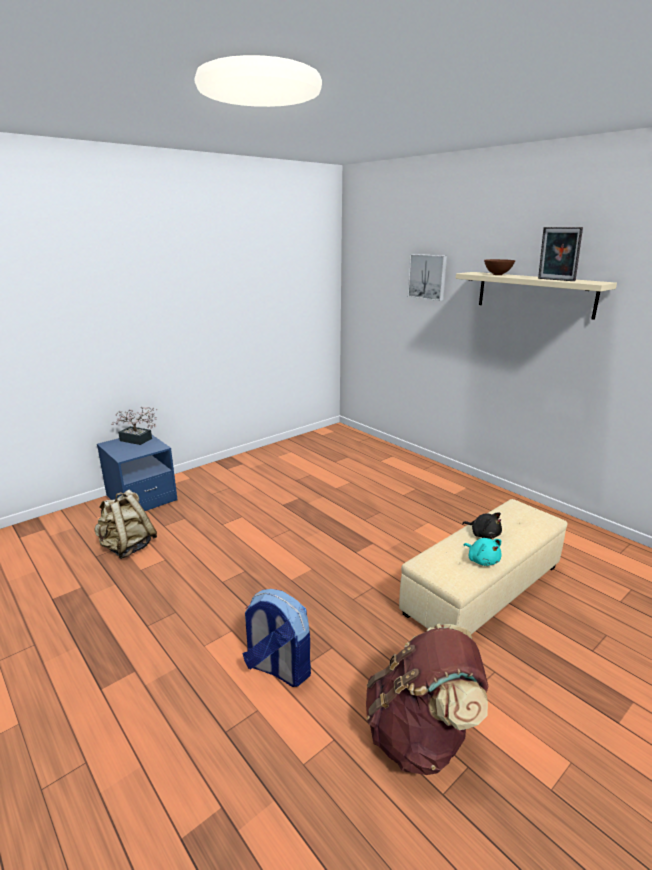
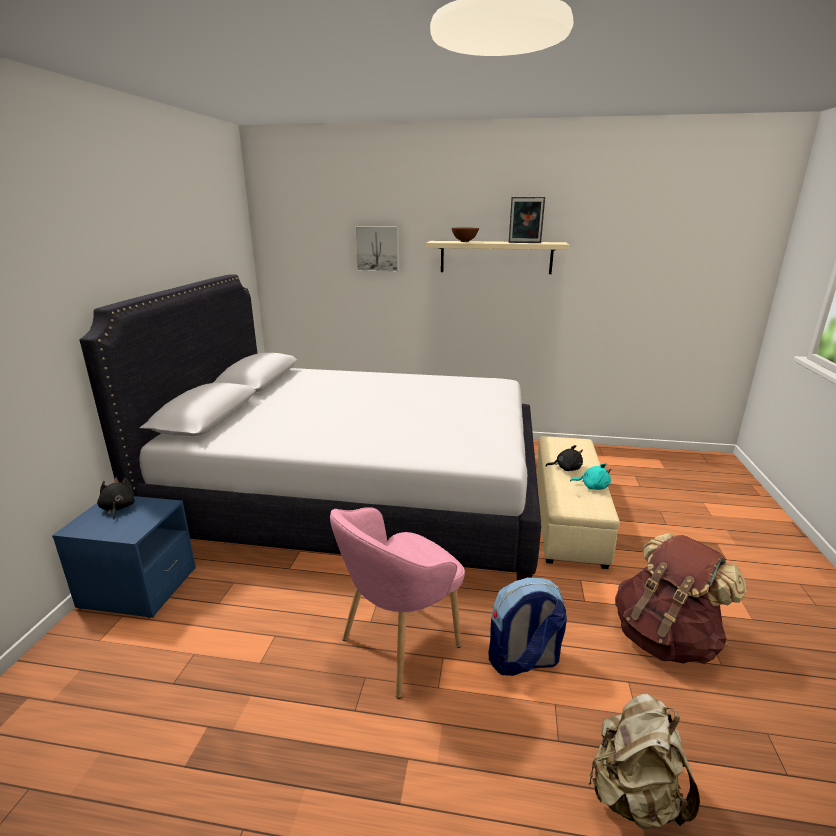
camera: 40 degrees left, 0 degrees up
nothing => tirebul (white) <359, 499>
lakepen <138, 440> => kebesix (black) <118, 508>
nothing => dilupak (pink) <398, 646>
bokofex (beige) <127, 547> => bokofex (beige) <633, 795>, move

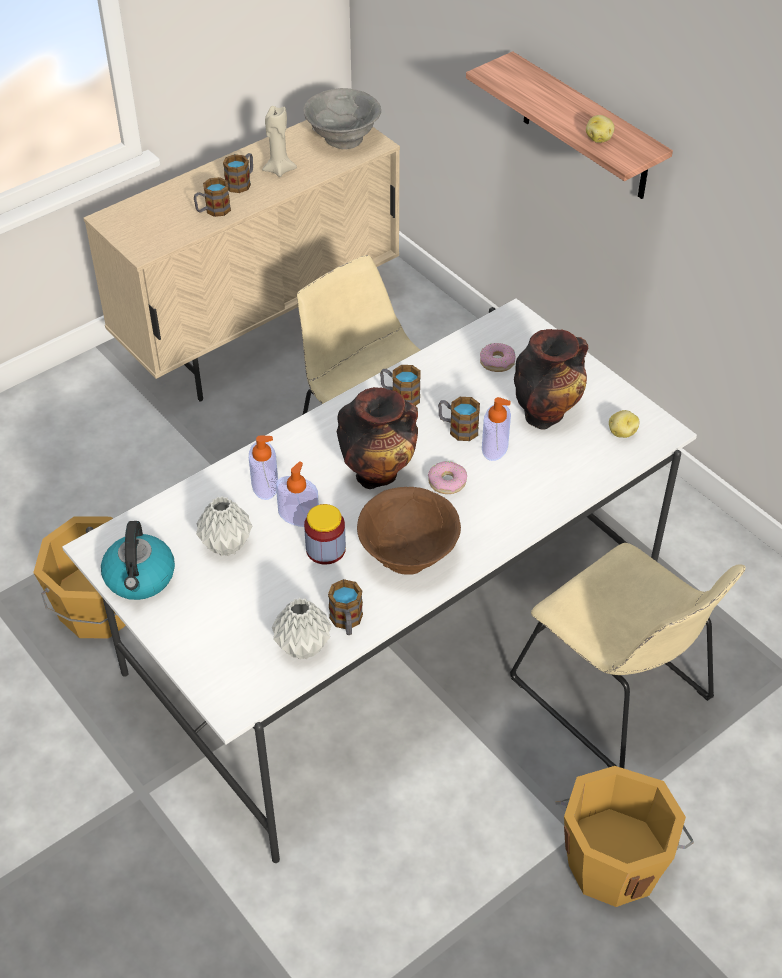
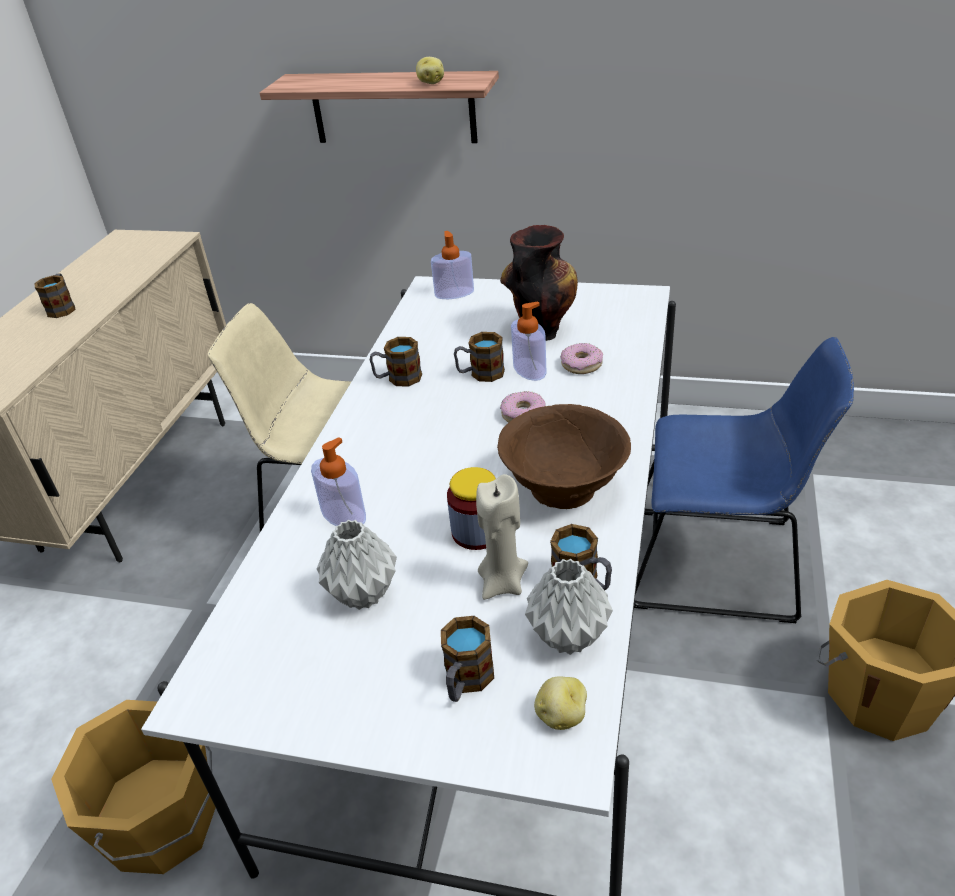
camera: 35 degrees left, 10 degrees down
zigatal <298, 516> => zigatal <454, 293>, move
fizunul <213, 210> => fizunul <466, 681>, move
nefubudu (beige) <279, 170> => nefubudu (beige) <502, 583>, move
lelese <621, 432> => lelese <561, 715>, move
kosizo <497, 362> => kosizo <581, 364>, move
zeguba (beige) <616, 695> => zeguba (blue) <721, 564>
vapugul <140, 578> => nothing
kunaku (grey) <343, 139> => nothing
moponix <379, 473> => nothing

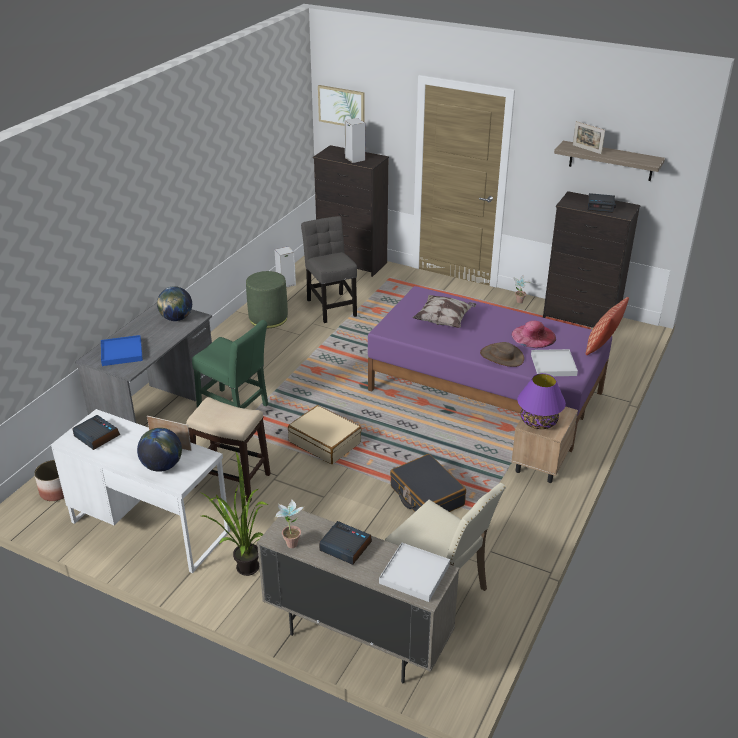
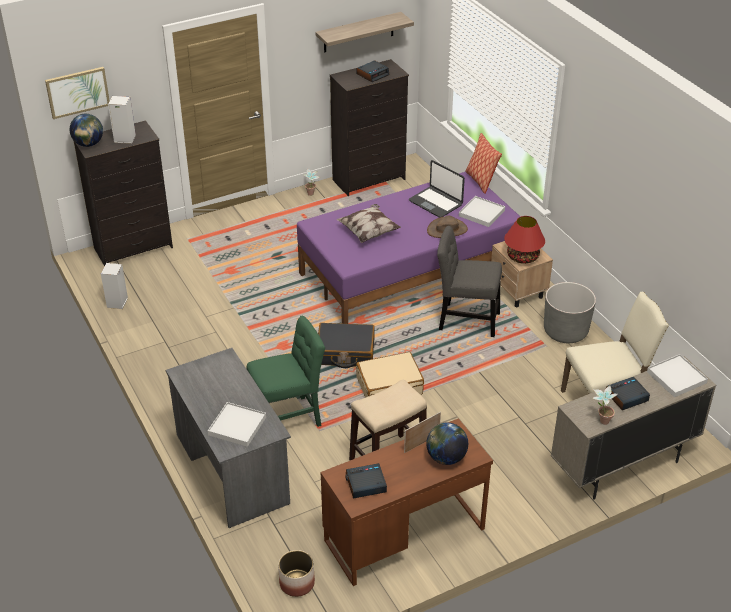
camera: 55 degrees left, 5 degrees up
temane <176, 318> => temane <88, 144>, move
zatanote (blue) <122, 352> => zatanote (white) <237, 426>
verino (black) <426, 496> => verino (black) <345, 352>, move
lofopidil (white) <150, 526> => lofopidil (brown) <404, 534>
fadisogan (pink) <533, 336> => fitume <436, 202>
zeguba (grey) <331, 306> => zeguba (grey) <465, 320>, move
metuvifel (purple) <539, 422> => metuvifel (red) <523, 257>
nothing => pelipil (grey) <565, 331>
lakepen <242, 570> => nothing
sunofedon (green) <268, 318> => nothing
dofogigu <586, 149> => nothing

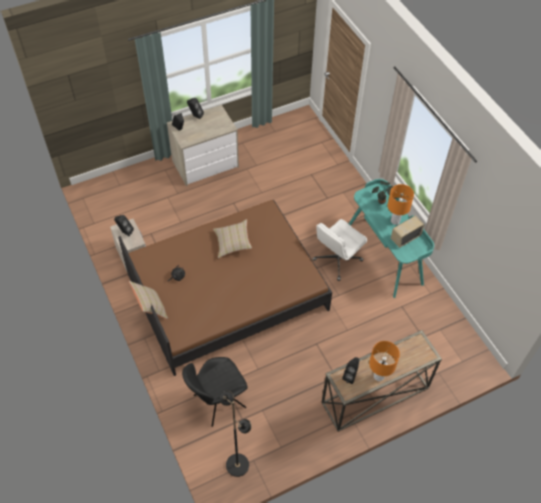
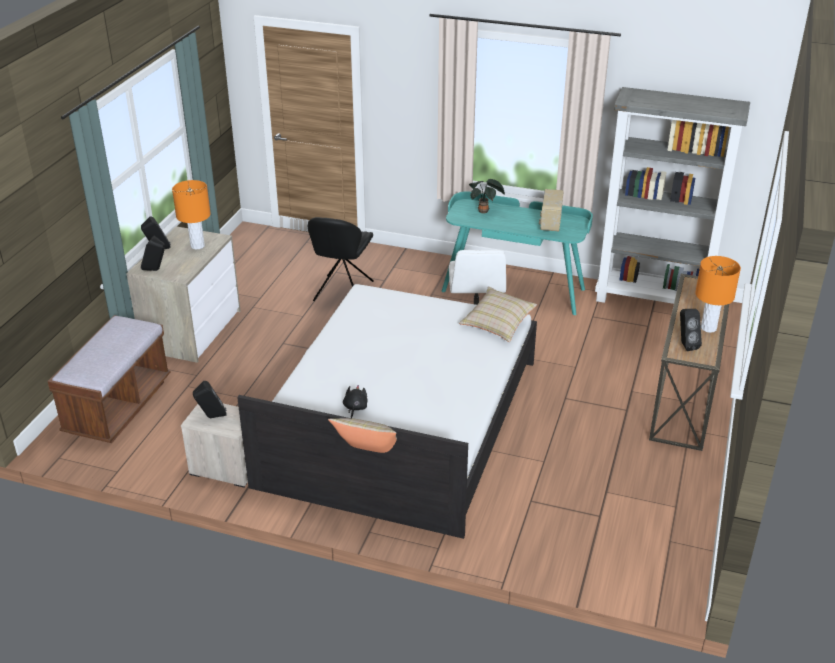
camera: 45 degrees left, 20 degrees down
nothing => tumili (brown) <118, 407>
metuvifel (orange) <395, 221> => metuvifel (orange) <197, 246>, move
tirebul (brown) <227, 292> => tirebul (white) <402, 421>
zeguba (black) <217, 402> => zeguba (black) <342, 292>, move
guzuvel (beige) <232, 243> => guzuvel (beige) <497, 324>, move
nothing => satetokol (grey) <653, 300>
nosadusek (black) <237, 464> => nothing

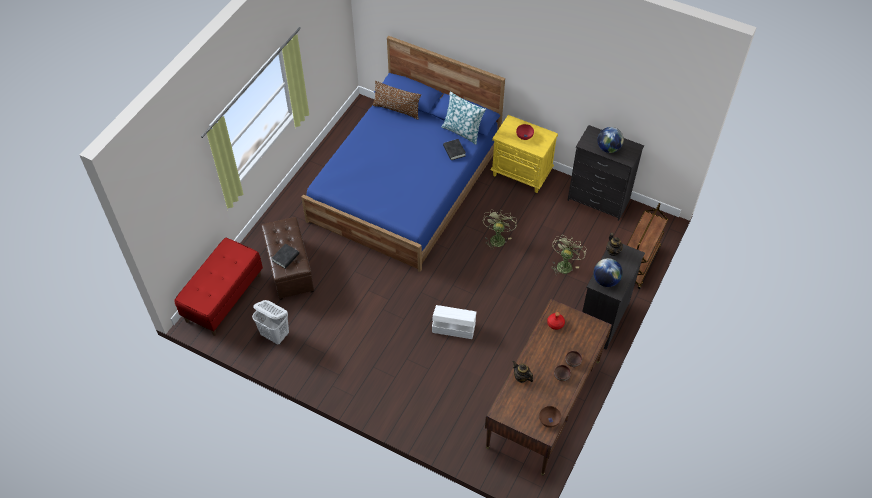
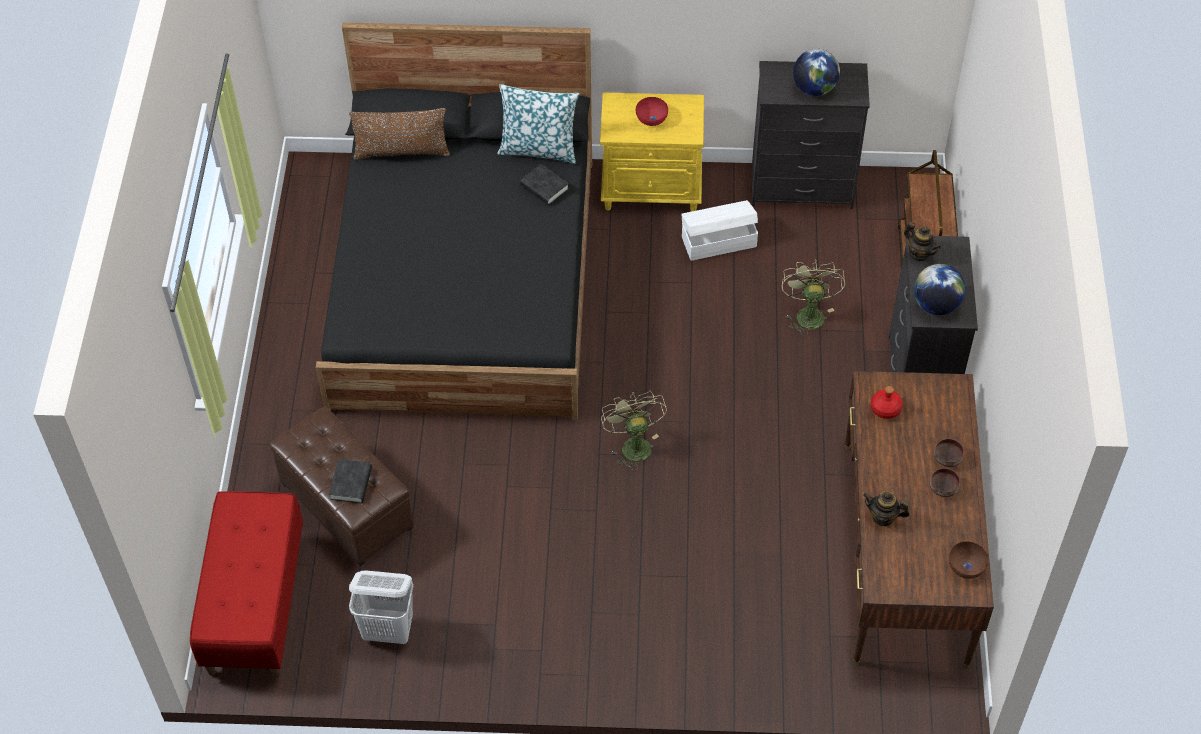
camera: 25 degrees left, 0 degrees up
tirebul (blue) <406, 185> => tirebul (black) <466, 281>
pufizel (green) <497, 238> => pufizel (green) <633, 444>, move
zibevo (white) <453, 327> => zibevo (white) <718, 241>, move

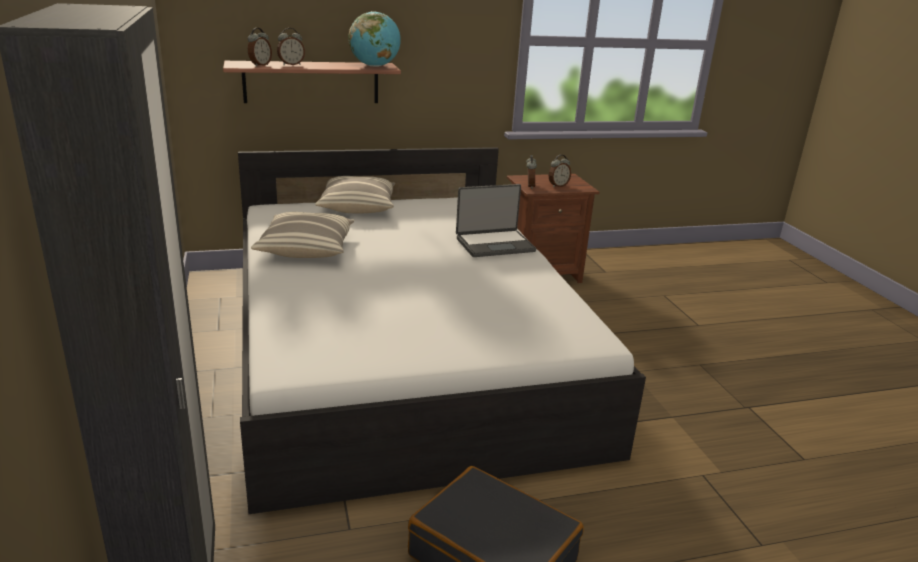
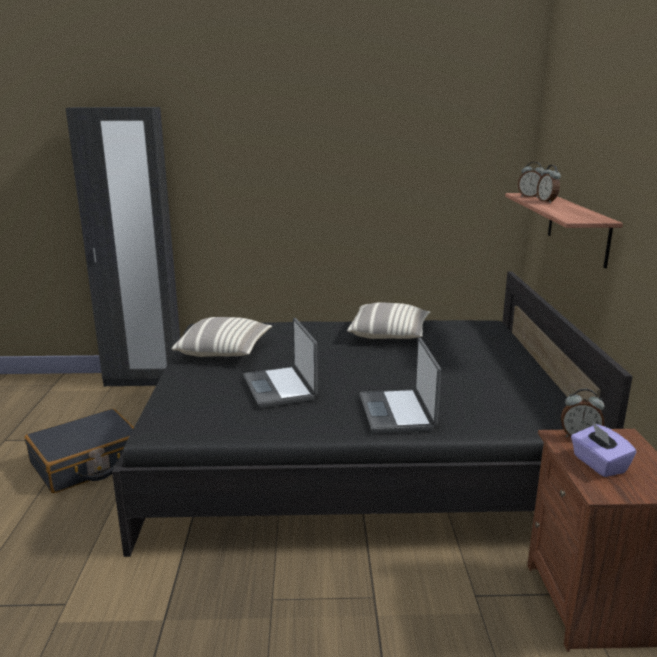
camera: 105 degrees right, 5 degrees down
tirebul (white) <402, 353> => tirebul (black) <353, 454>
guzuvel <357, 207> => guzuvel <224, 351>, move
nothing => fitume <281, 388>
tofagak <558, 186> => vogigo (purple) <598, 464>
temane <374, 66> => nothing

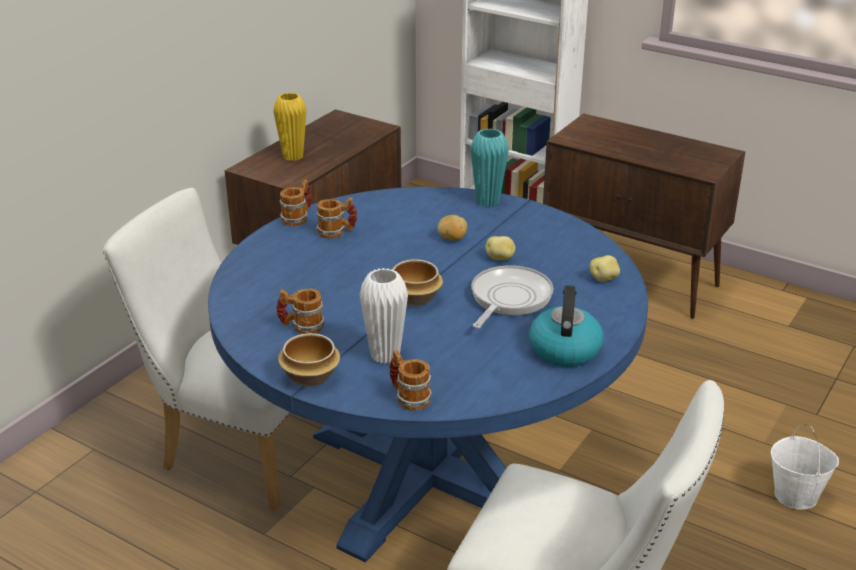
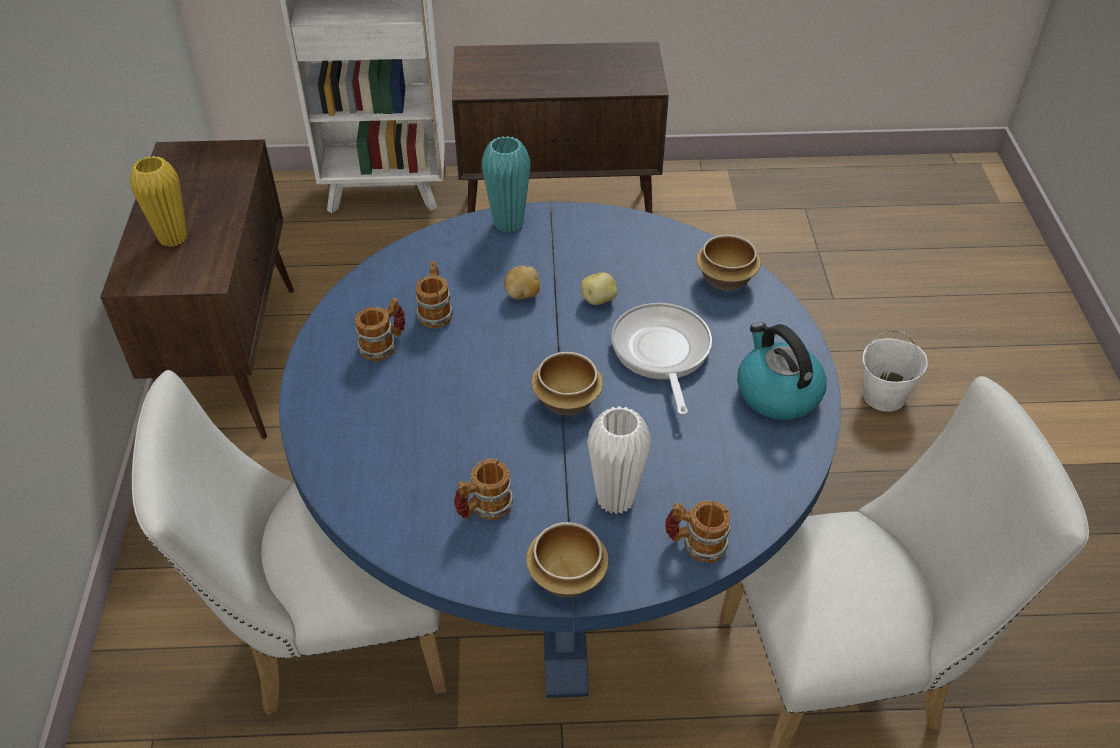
camera: 35 degrees left, 15 degrees up
fizunul <298, 218> => fizunul <435, 311>, move
lelese <604, 279> => kunaku <724, 279>

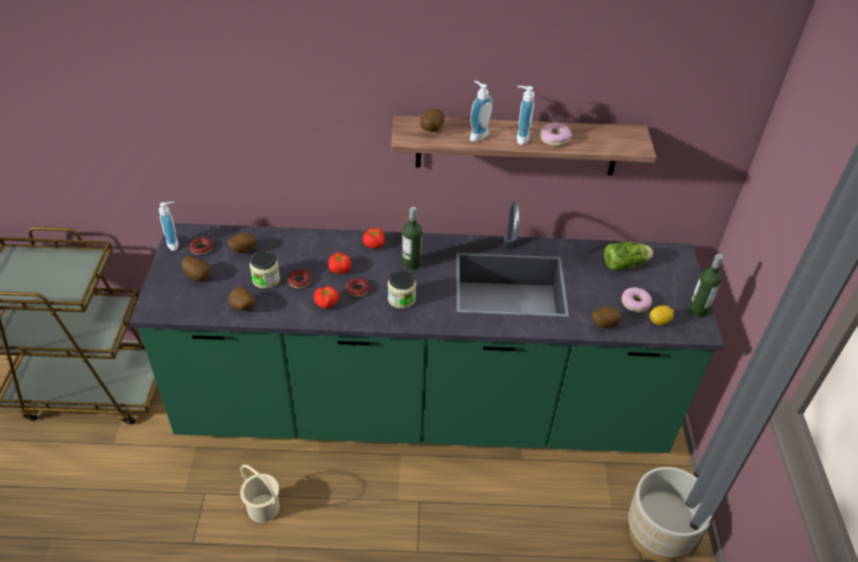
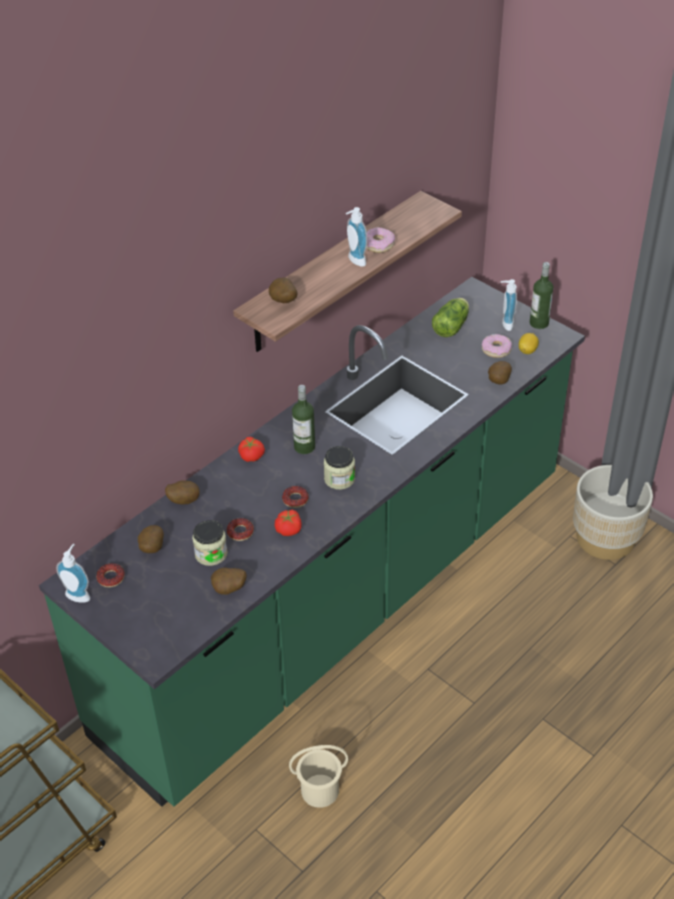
camera: 45 degrees left, 0 degrees up
lelese <199, 276> => lelese <183, 500>, move
zigatal <477, 135> => zigatal <505, 324>, move
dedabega <340, 269> => nothing

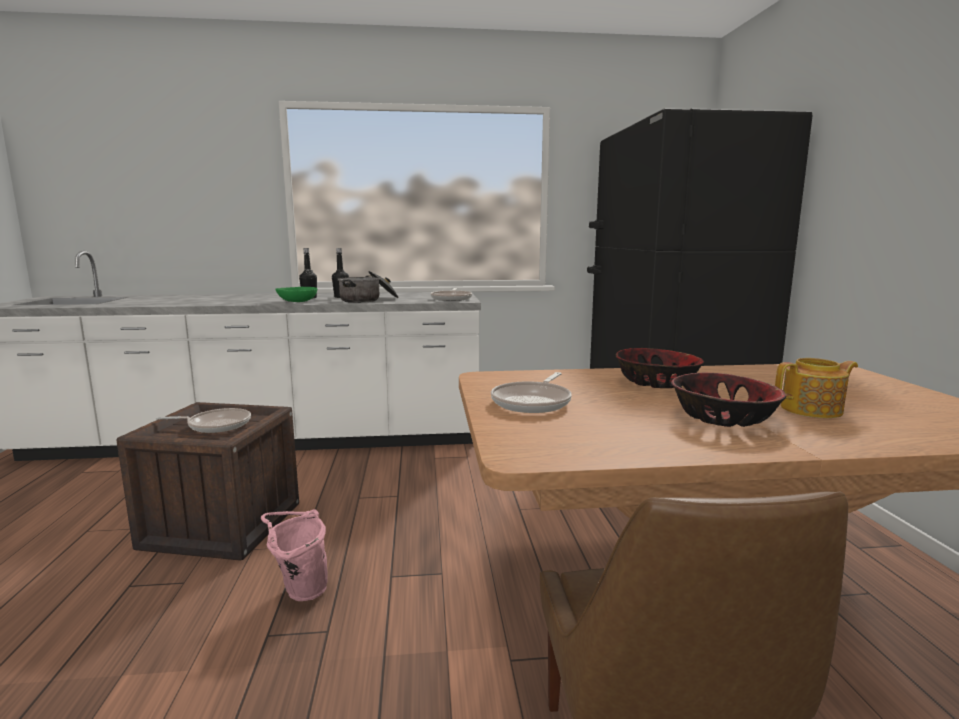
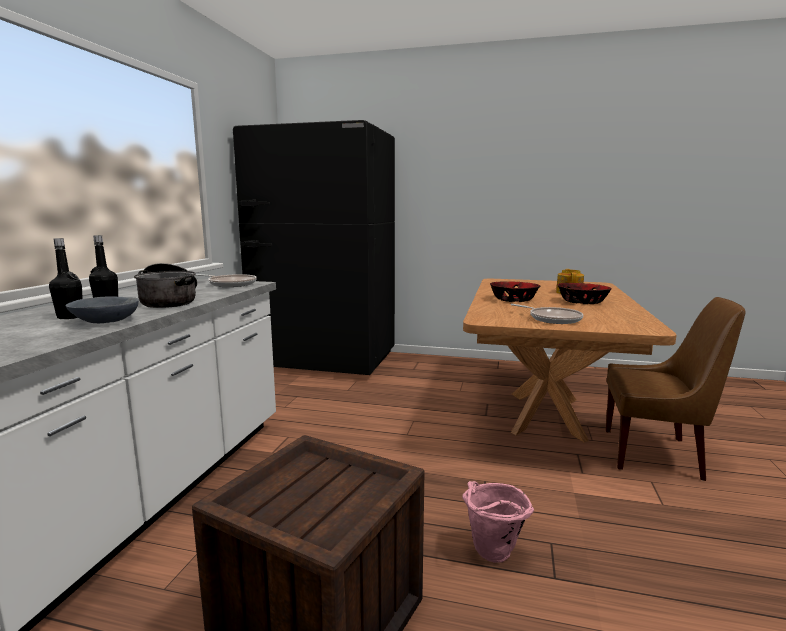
camera: 70 degrees left, 0 degrees up
kunaku (green) <297, 301> => kunaku (grey) <104, 321>
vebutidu <216, 425> => nothing

